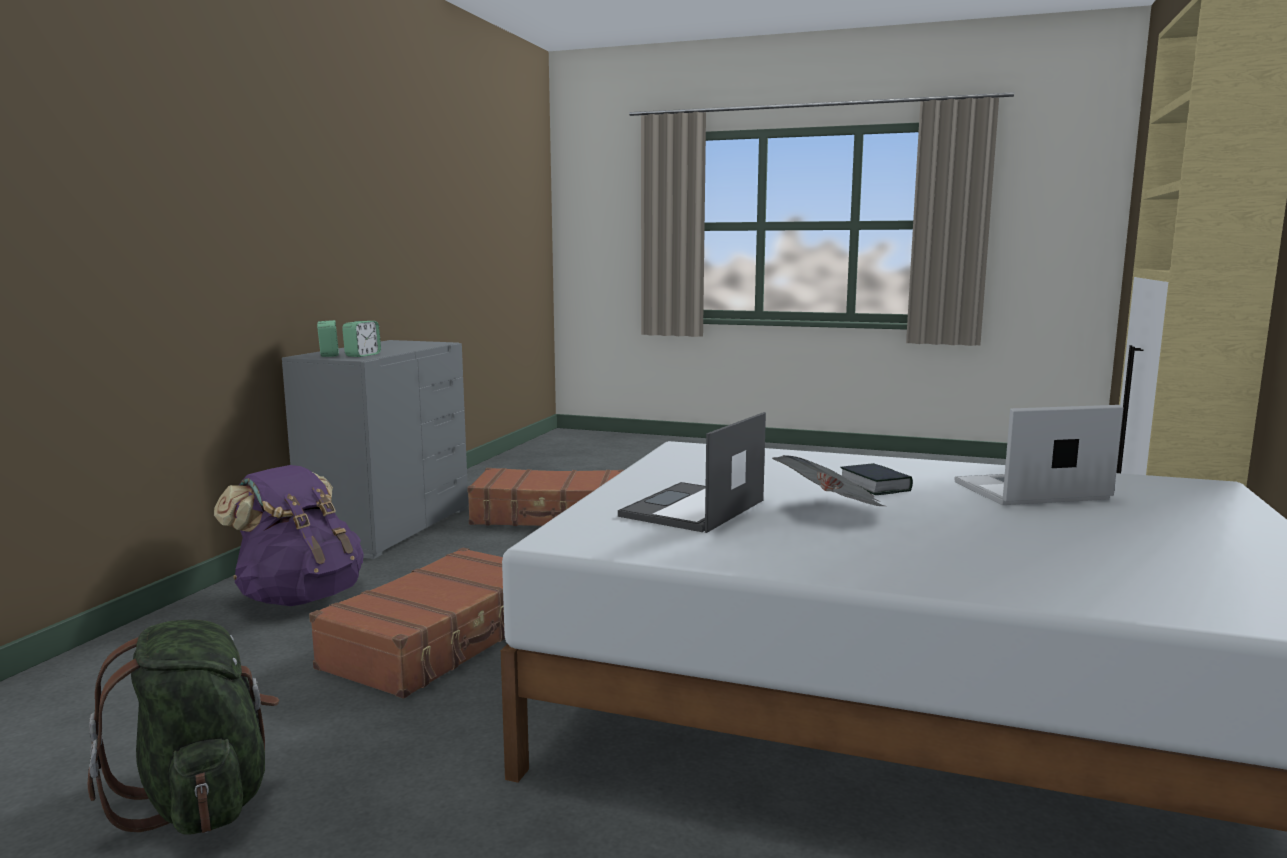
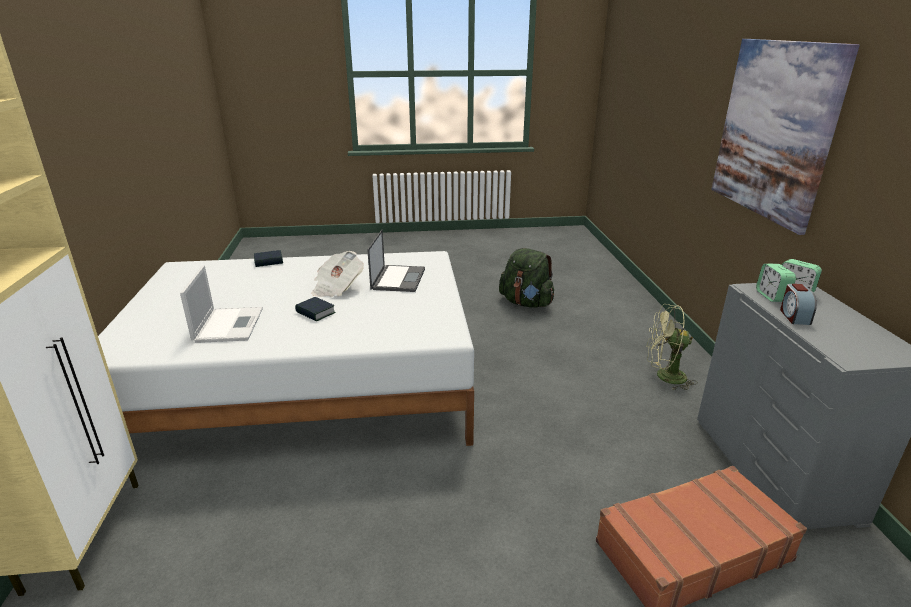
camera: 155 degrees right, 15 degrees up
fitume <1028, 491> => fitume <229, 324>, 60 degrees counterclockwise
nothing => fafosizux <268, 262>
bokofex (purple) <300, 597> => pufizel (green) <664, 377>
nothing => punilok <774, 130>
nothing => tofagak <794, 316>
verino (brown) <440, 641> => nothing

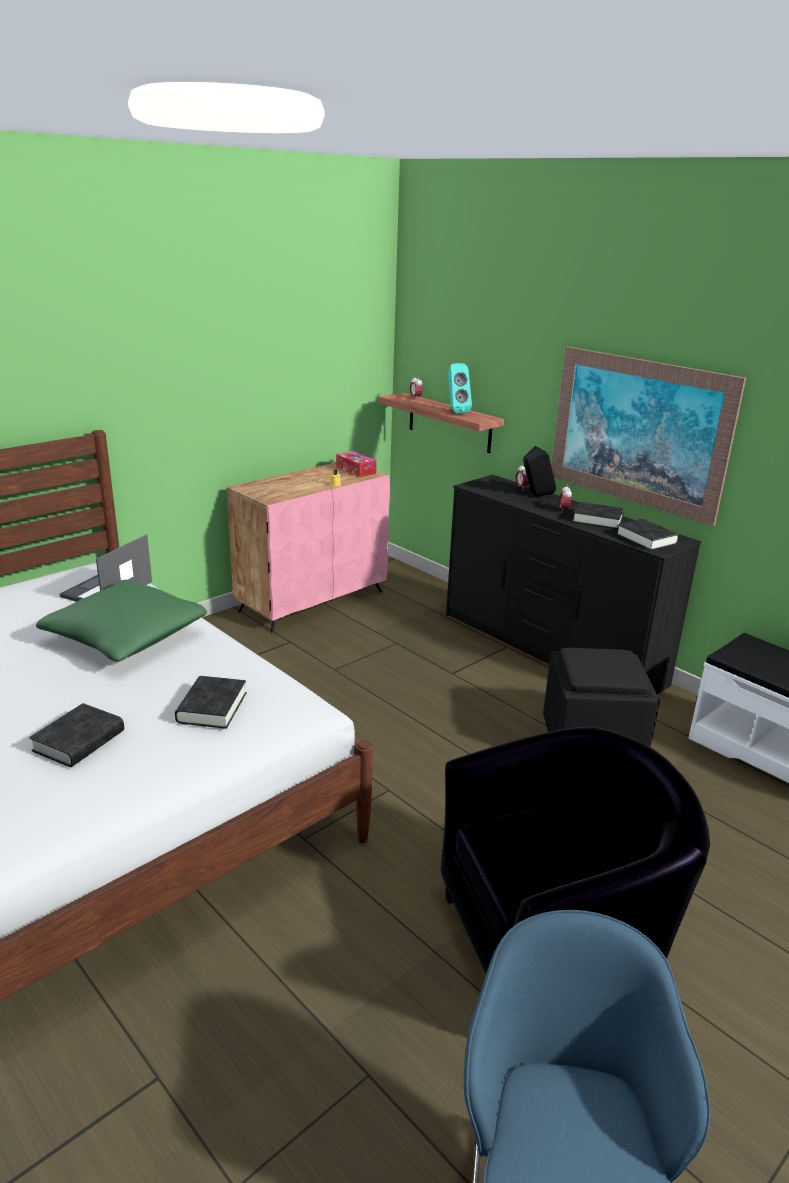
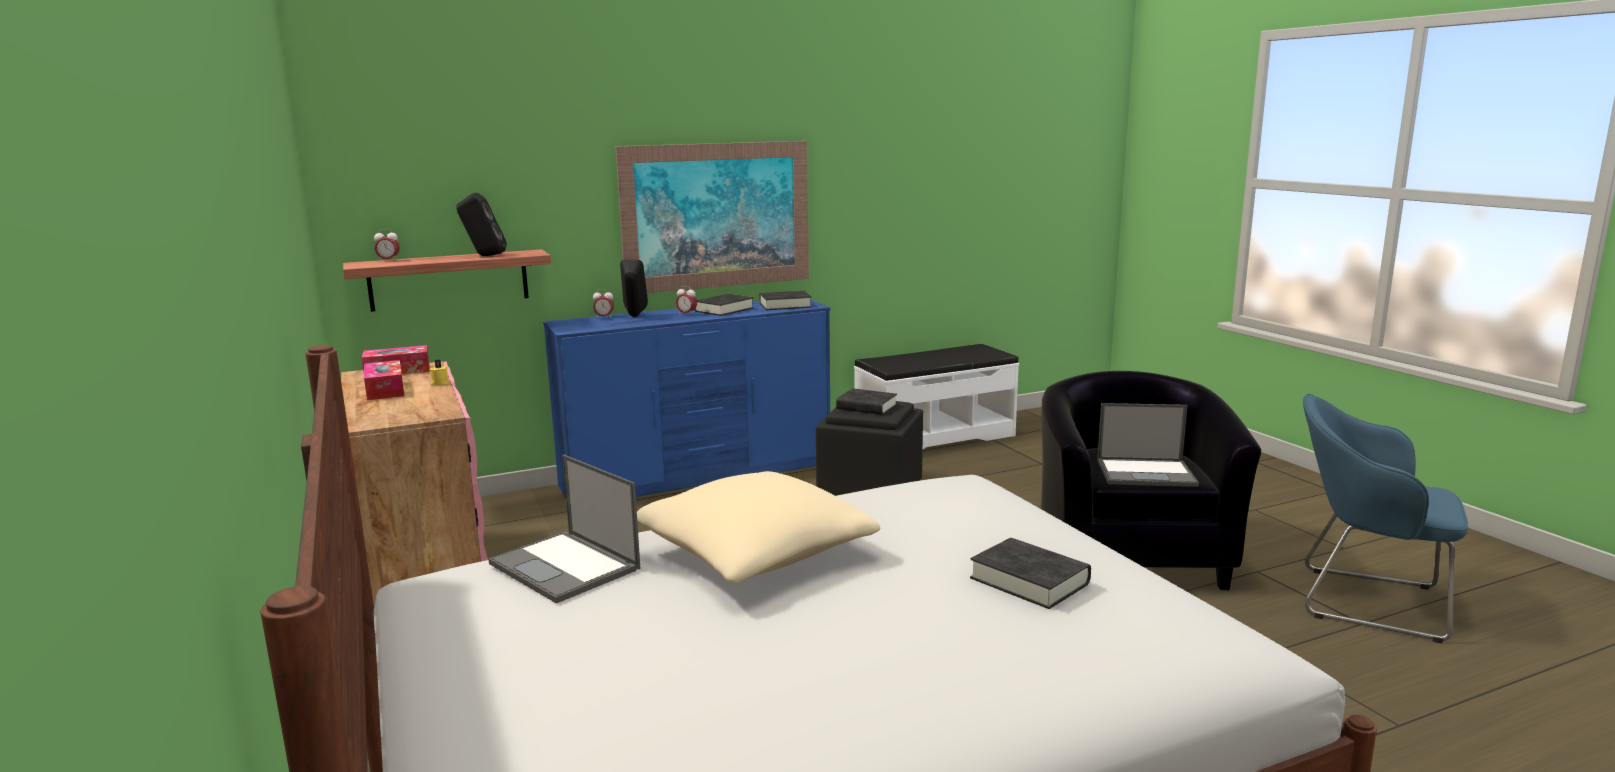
camera: 70 degrees left, 10 degrees down
nothing => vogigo <385, 390>
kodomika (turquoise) <455, 412> => kodomika (black) <484, 256>
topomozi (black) <550, 649> => topomozi (blue) <699, 476>
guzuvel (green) <126, 638> => guzuvel (beige) <755, 554>
fafosizux (black) <212, 707> => fafosizux (black) <866, 407>, move
nothing => fitume <1147, 473>

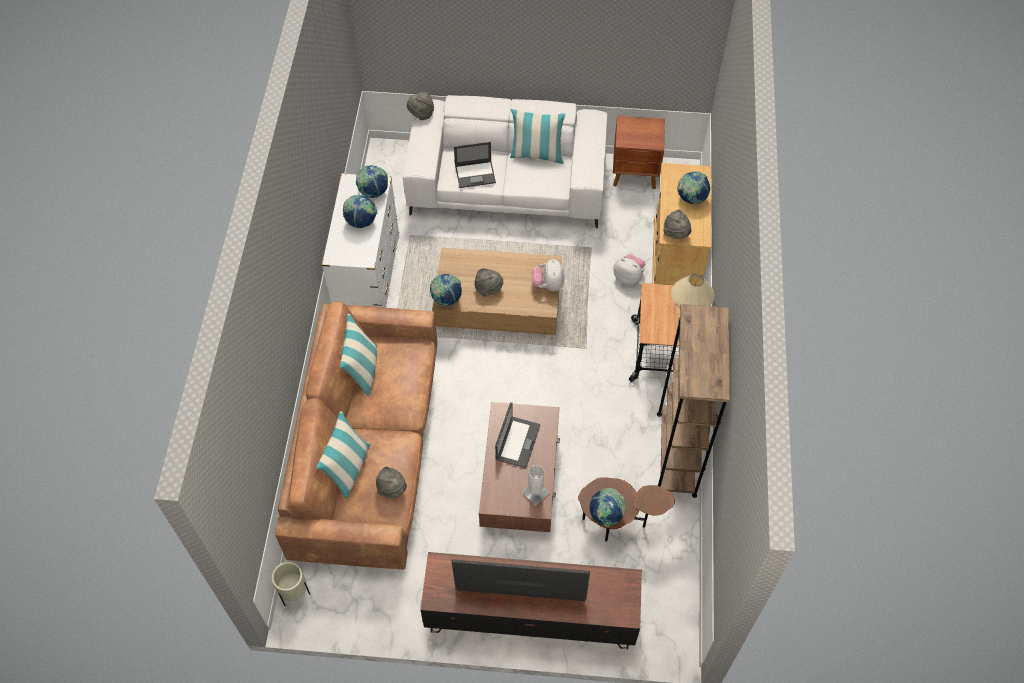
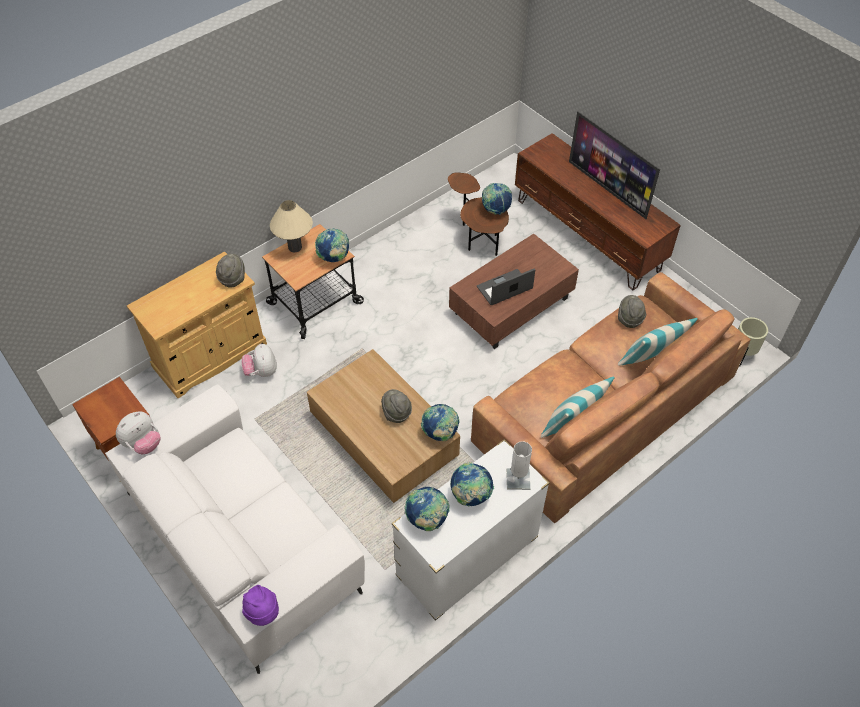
camera: 135 degrees left, 5 degrees down
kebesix <548, 285> => kebesix <143, 443>, move
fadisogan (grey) <421, 114> => fadisogan (purple) <263, 612>
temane <691, 198> => temane <334, 258>, move
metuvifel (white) <535, 493> => metuvifel (white) <518, 479>, move
fitume <475, 174> => nothing
guzuvel <537, 154> => nothing
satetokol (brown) <676, 454> => nothing

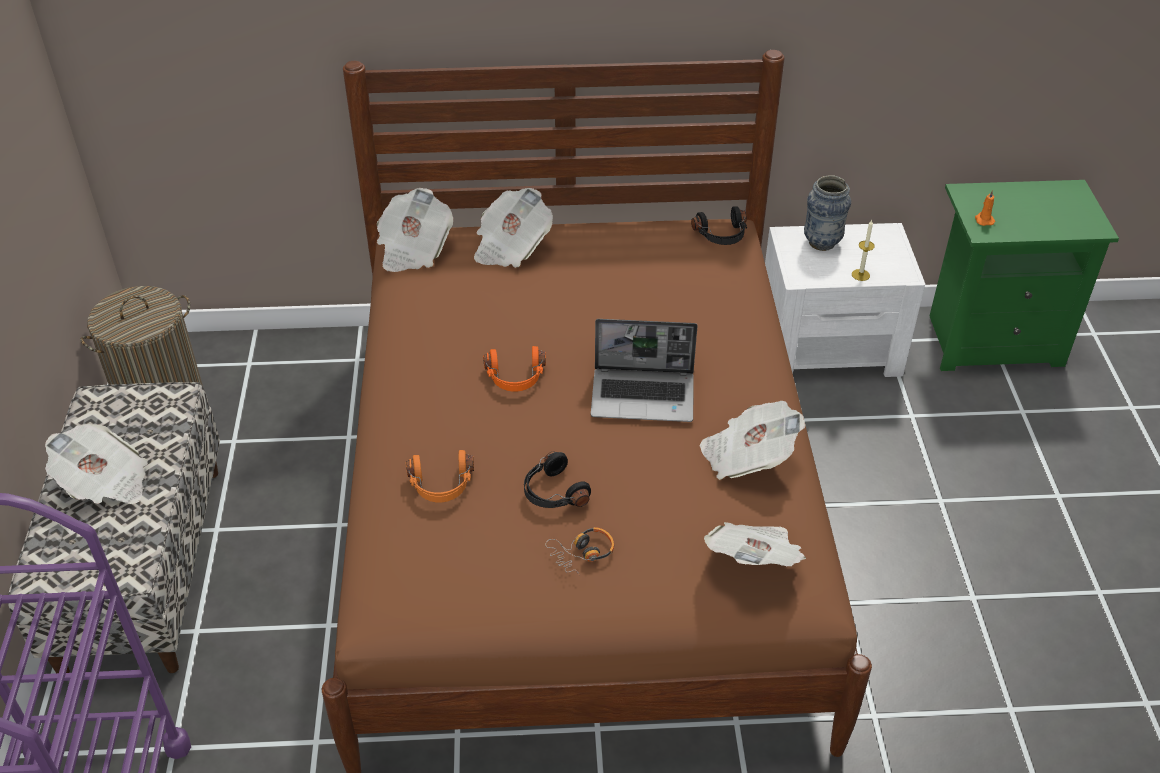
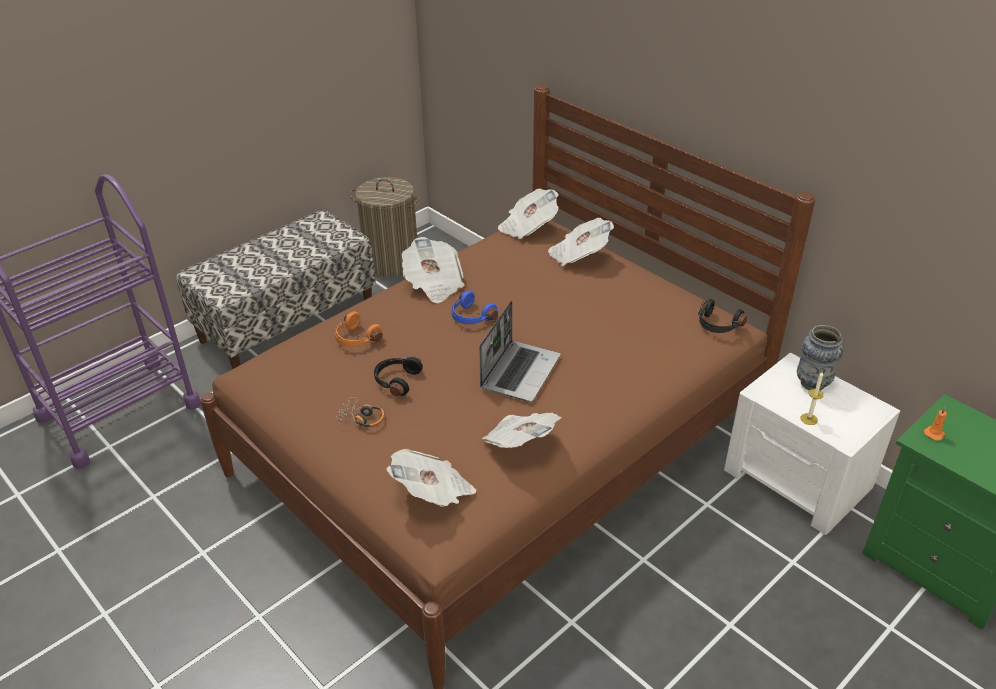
camera: 50 degrees right, 5 degrees down
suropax <105, 483> => suropax <433, 284>, move
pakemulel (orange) <515, 378> => pakemulel (blue) <471, 317>
fitume <644, 396> => fitume <520, 371>, 120 degrees counterclockwise

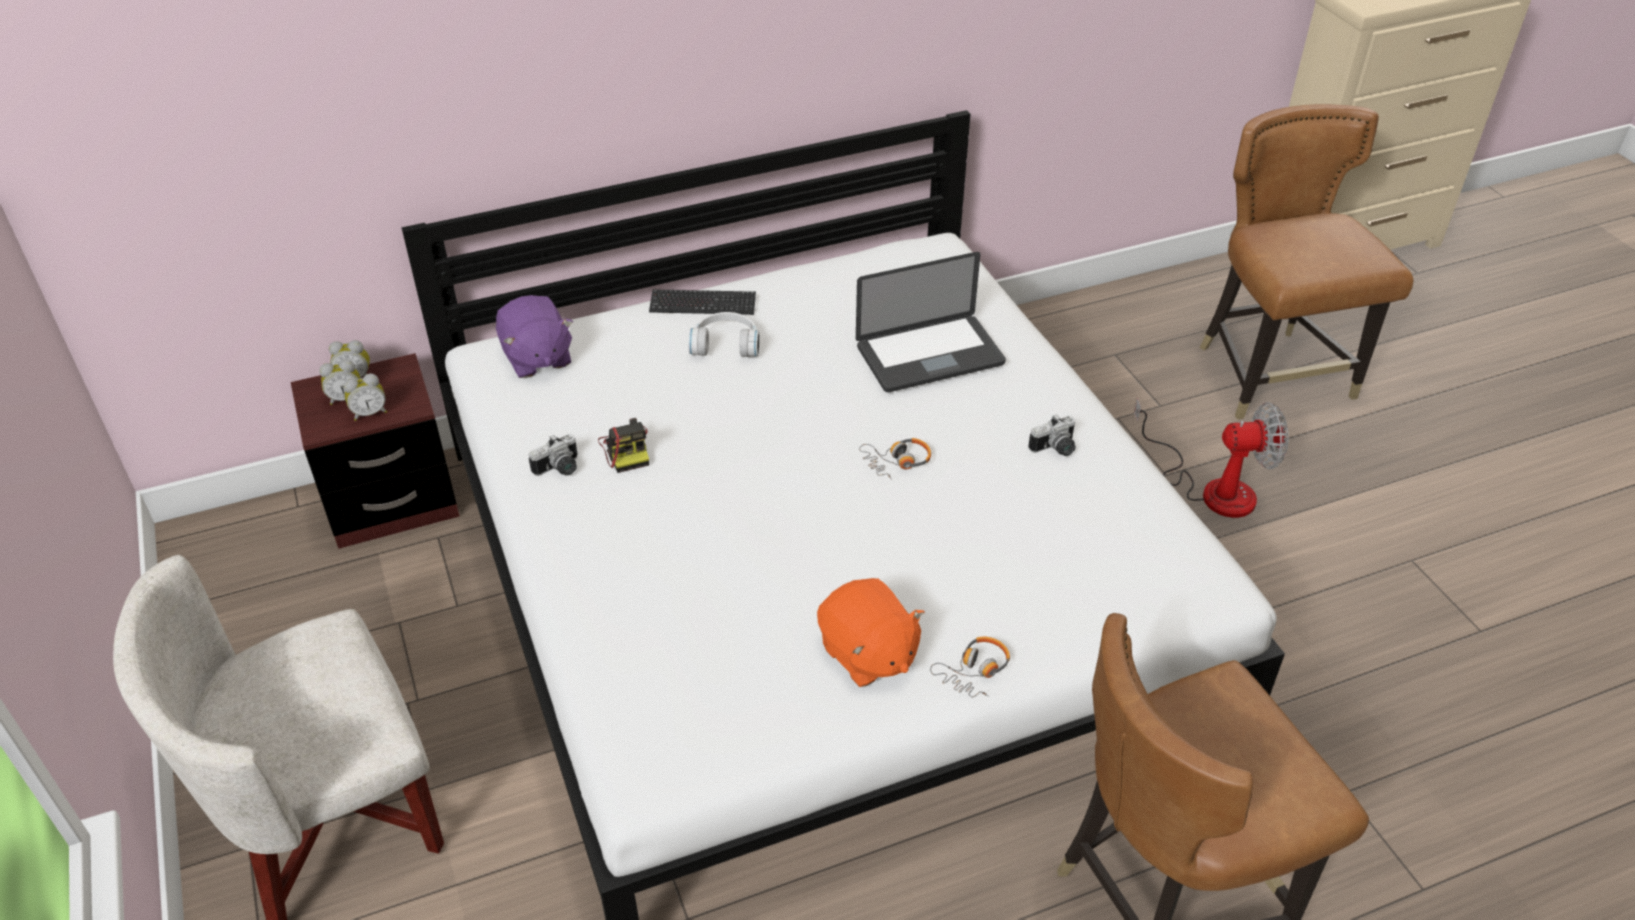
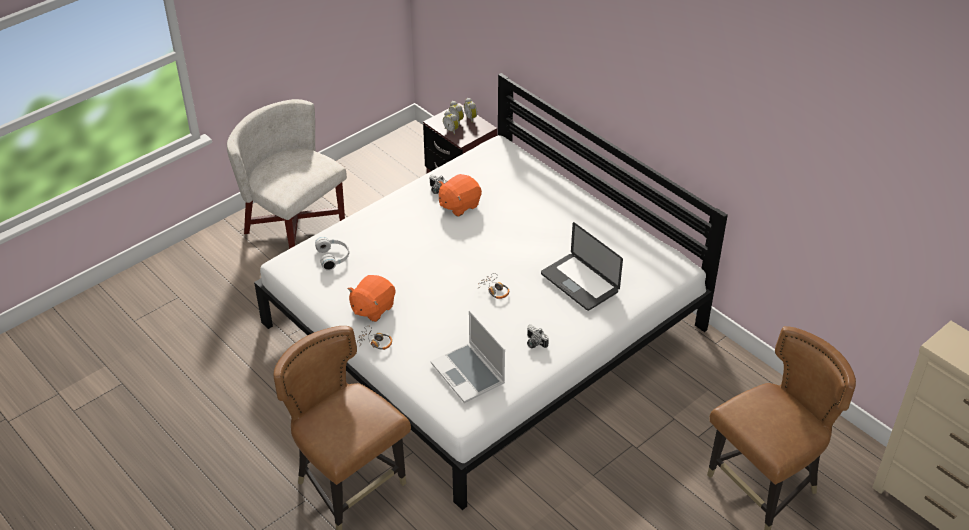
camera: 70 degrees right, 0 degrees up
pakemulel (white) <726, 344> => pakemulel (white) <334, 257>, move
nothing => fitume <469, 374>
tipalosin <627, 450> => kebesix (orange) <459, 205>
kebesix (purple) <537, 358> => nothing
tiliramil <703, 304> => nothing
pufizel <1212, 488> => nothing

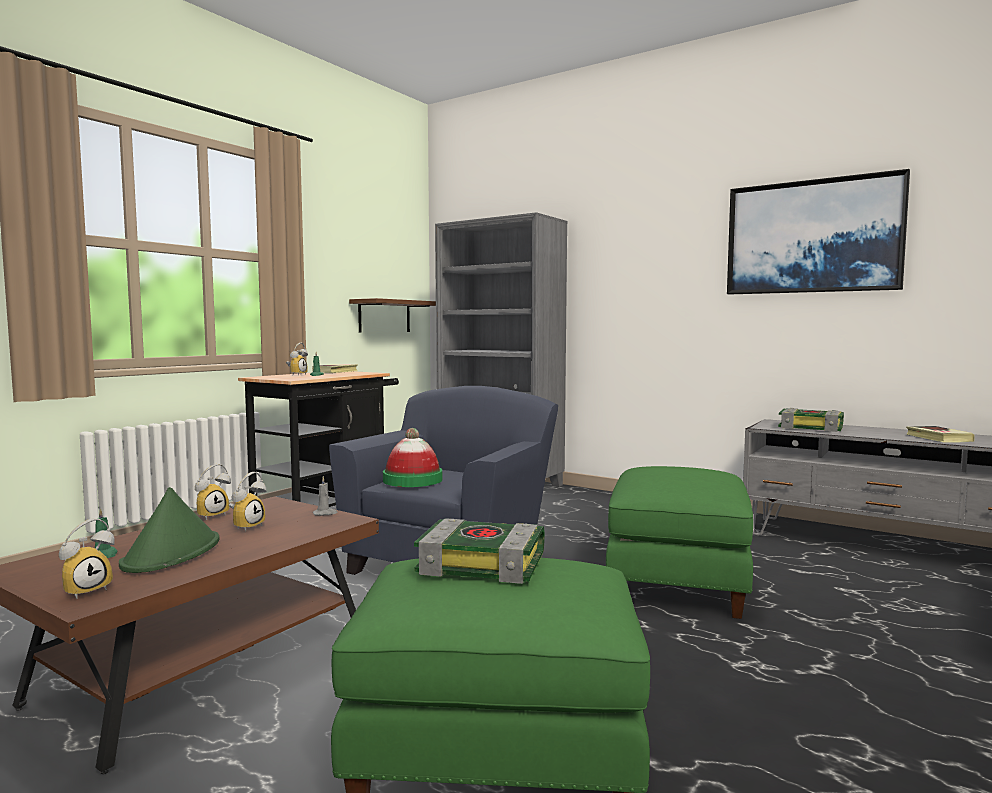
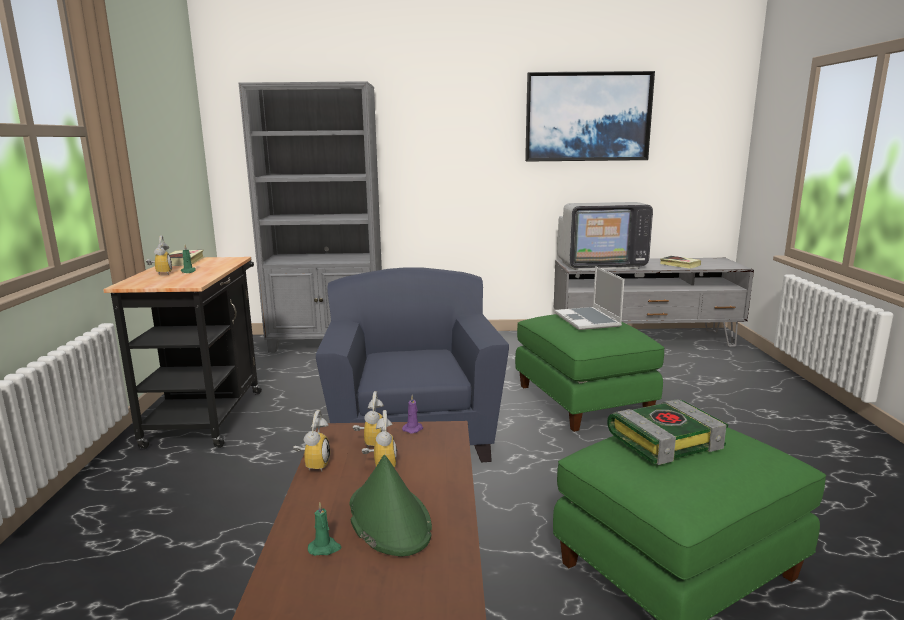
camera: 35 degrees left, 10 degrees up
tofagak <87, 590> => tofagak <370, 442>, move
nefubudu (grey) <325, 513> => nefubudu (purple) <413, 429>
nothing => fitume <588, 320>
fafosizux <811, 427> => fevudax <601, 265>
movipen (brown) <384, 316> => nothing
fadisogan <412, 480> => nothing

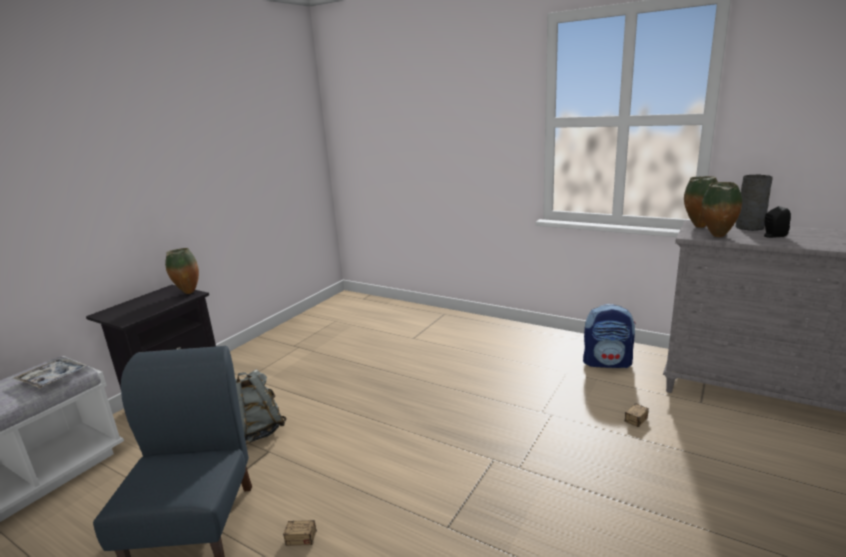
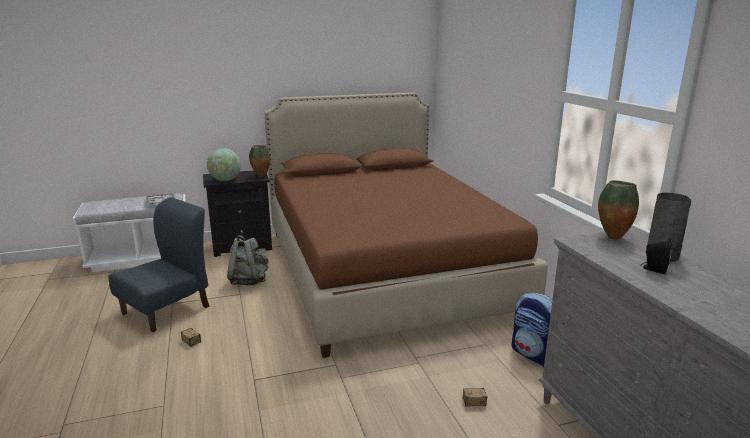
camera: 40 degrees right, 0 degrees up
nothing => temane <225, 180>
nothing => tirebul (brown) <384, 270>
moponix <717, 236> => nothing

